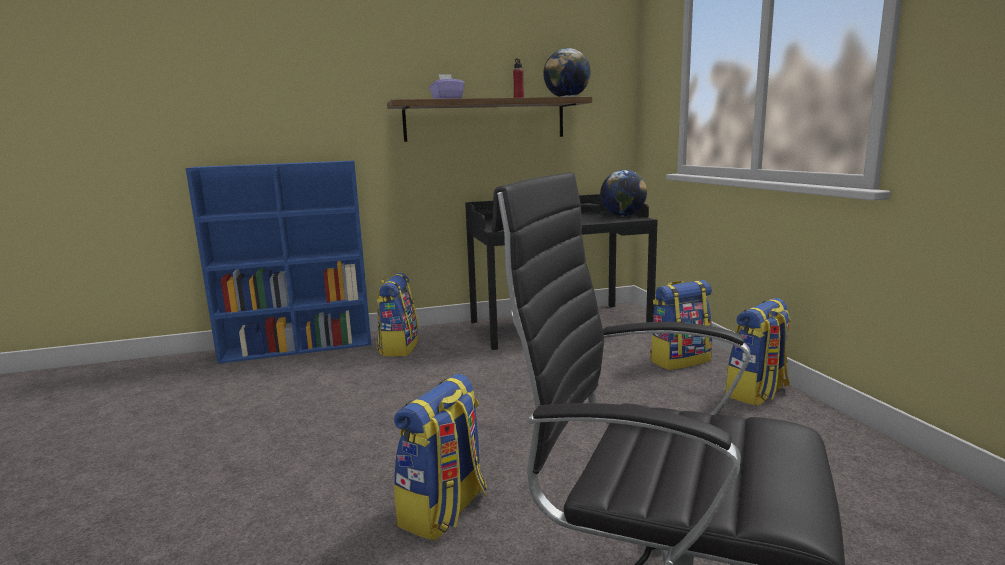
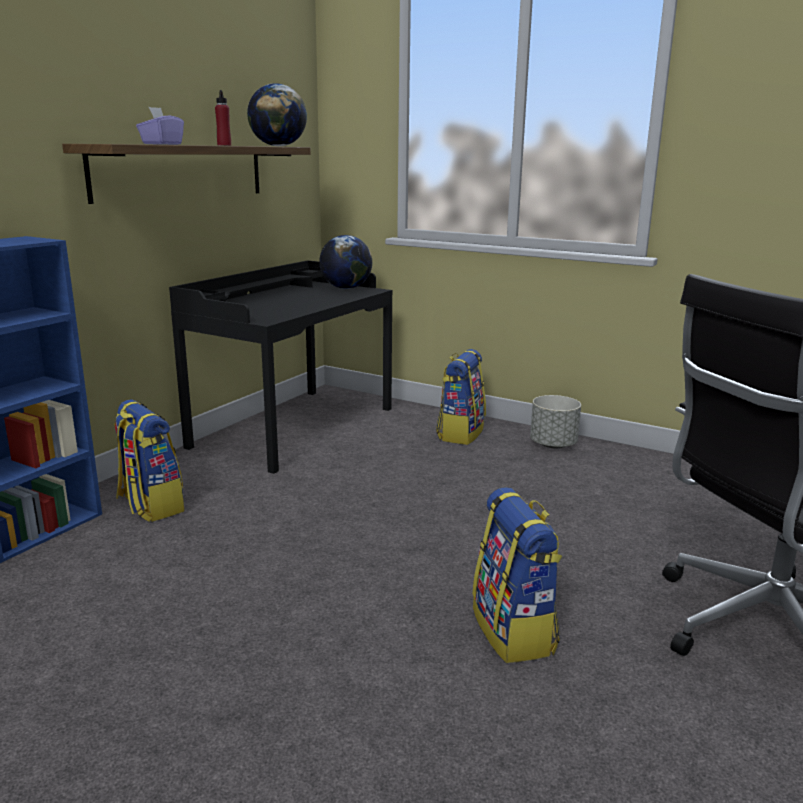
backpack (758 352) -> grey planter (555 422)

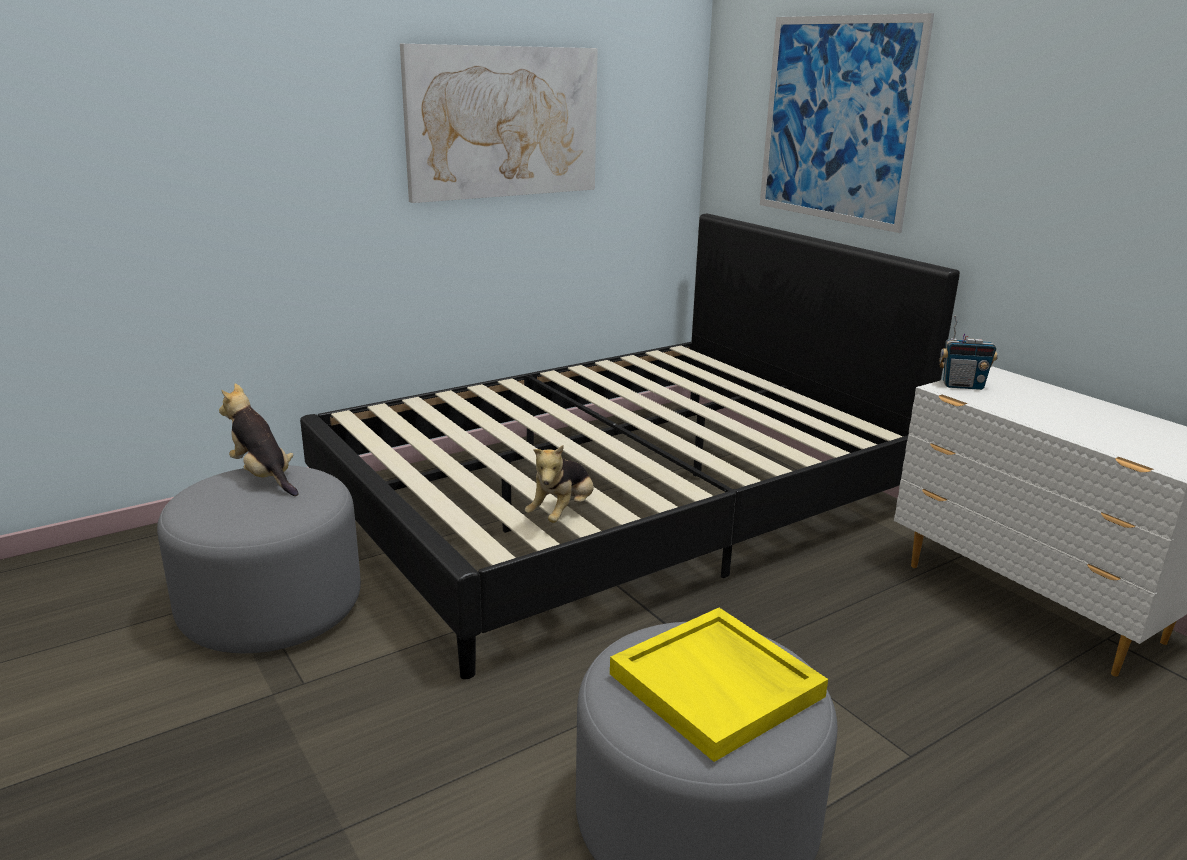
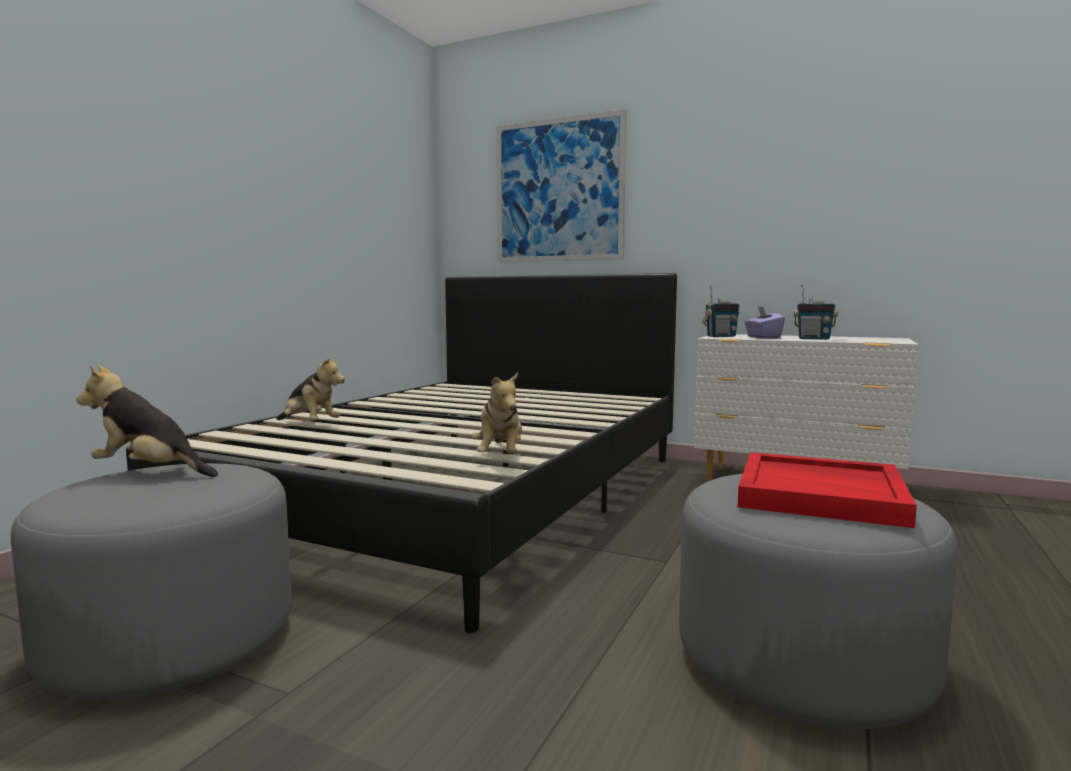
picture (499 123) -> none
yellow tray (719 685) -> red tray (827 490)
none -> plush toy (310 388)
none -> purple tissue box (765 323)
none -> radio (816 312)

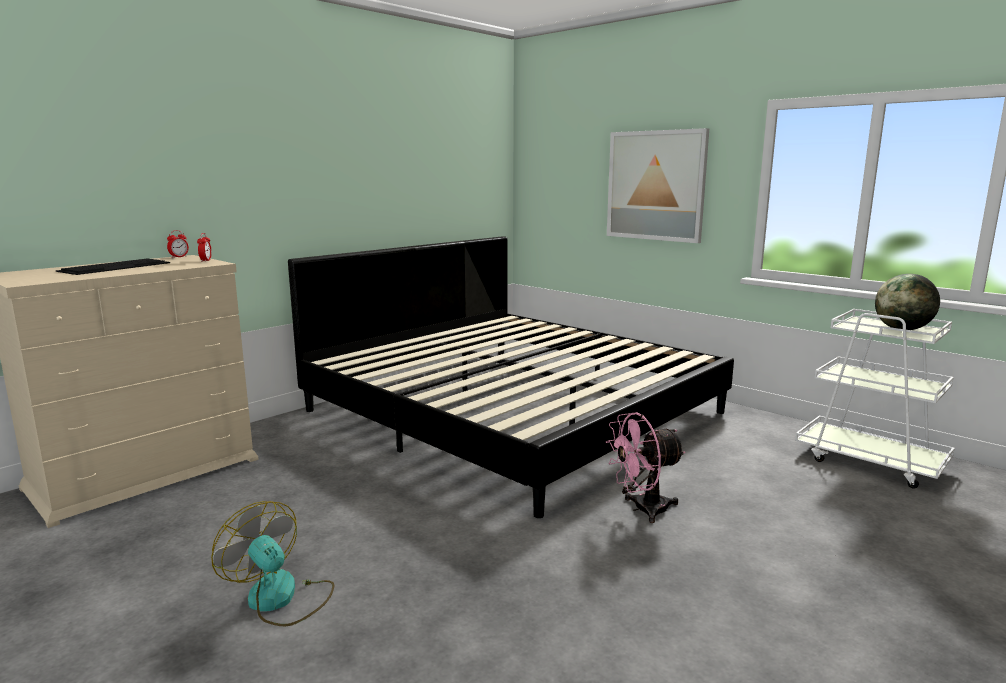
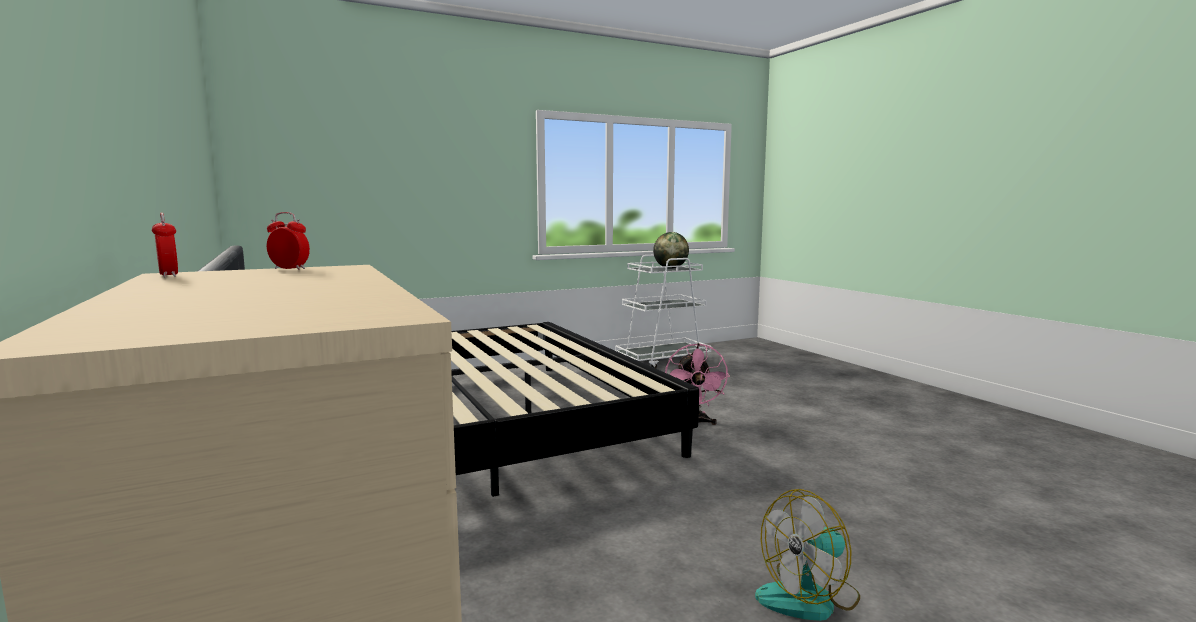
keyboard (113 267) -> none
picture (658 185) -> none

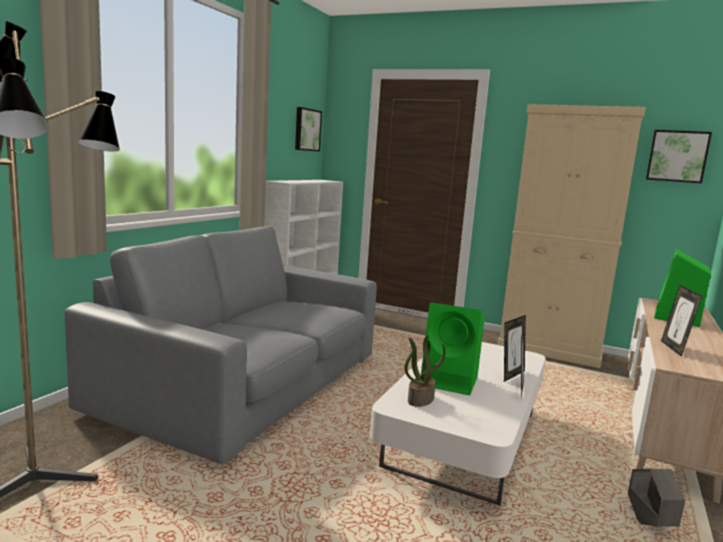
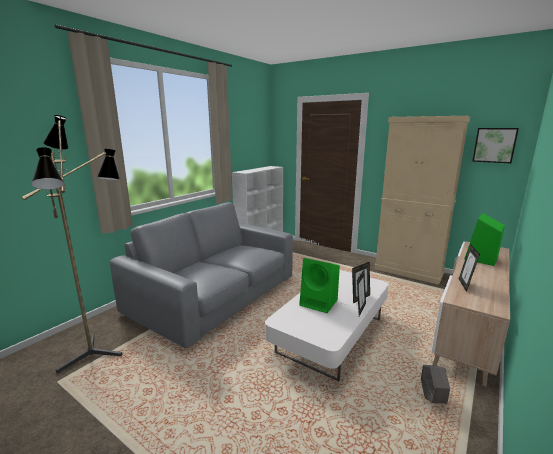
picture (308 129) -> none
potted plant (424 371) -> none

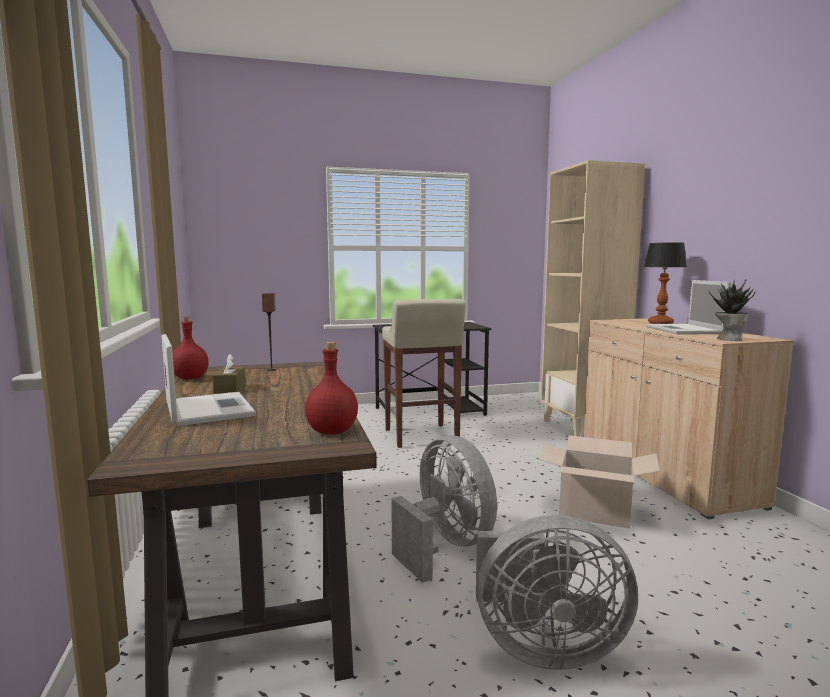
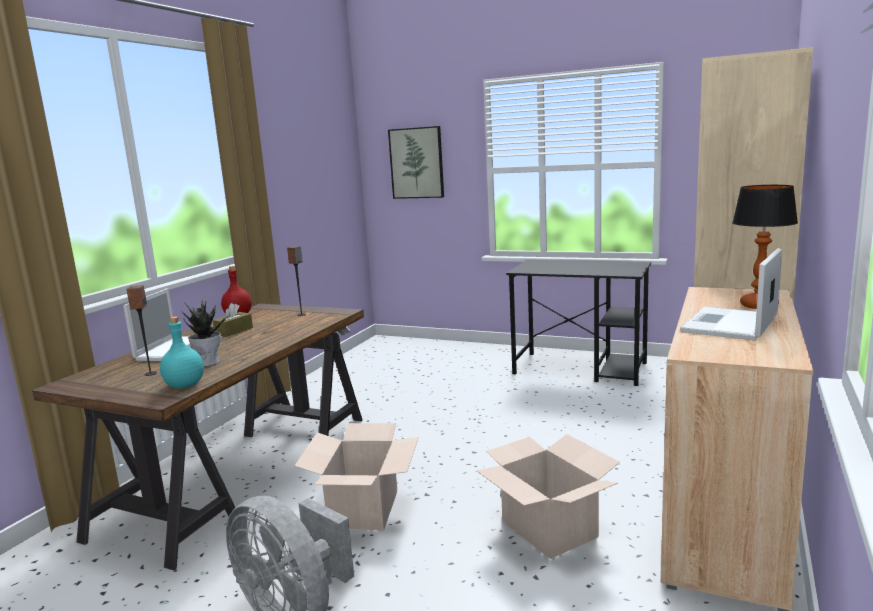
red bottle (331 388) -> turquoise bottle (182 352)
beige stool (424 373) -> none
grey fan (444 509) -> cardboard box (357 476)
potted plant (732 310) -> potted plant (205 333), relocated
none -> speaker (141 330)
none -> picture (416 162)

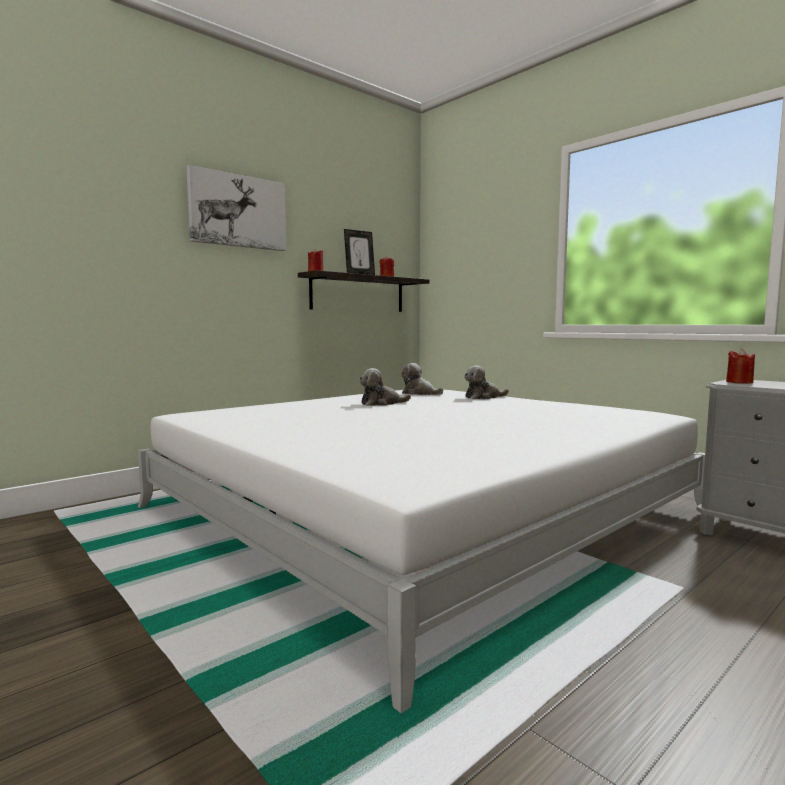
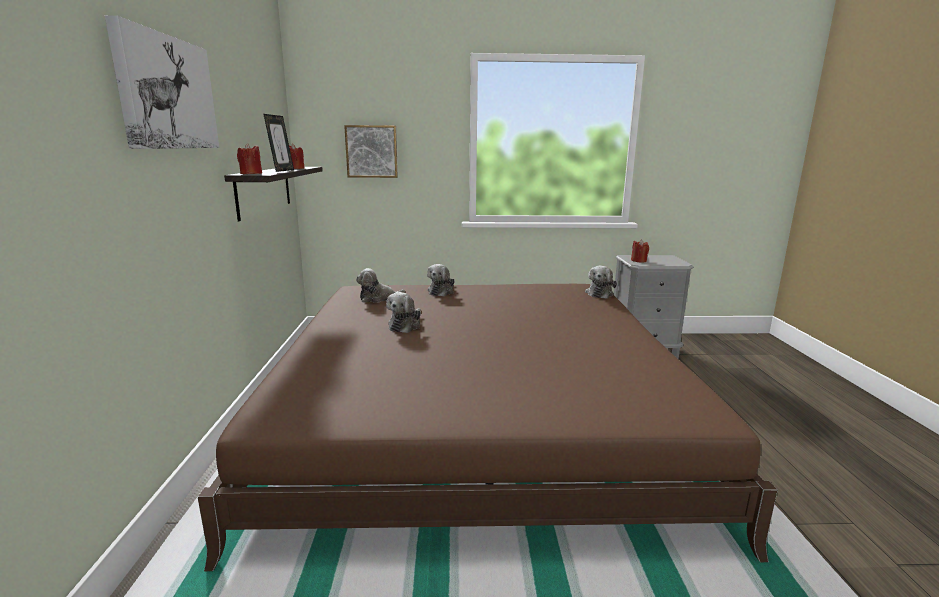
white bed (421 551) -> brown bed (488 427)
none -> picture (371 151)
none -> plush toy (601 282)

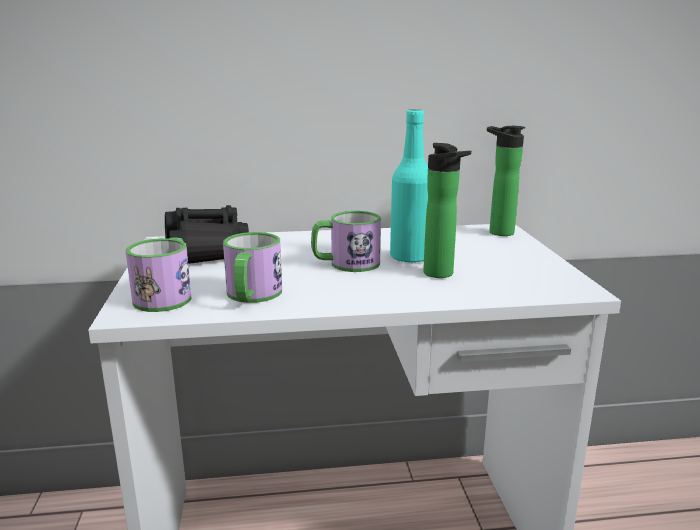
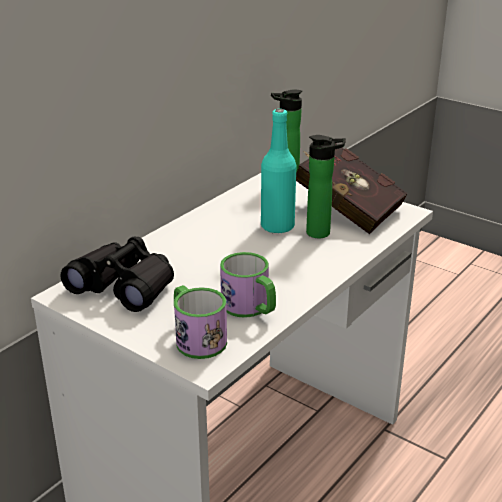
mug (346 241) -> none
none -> red book (352 188)

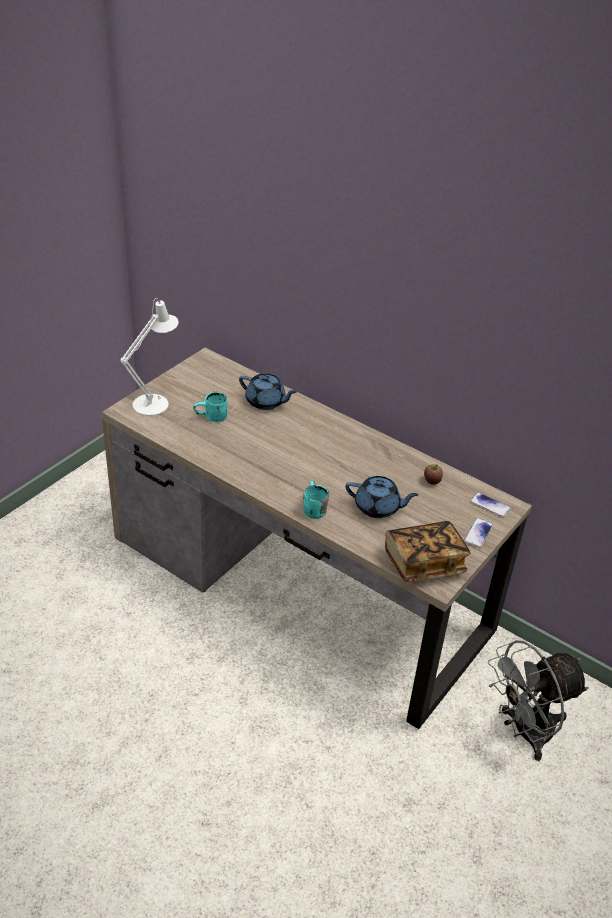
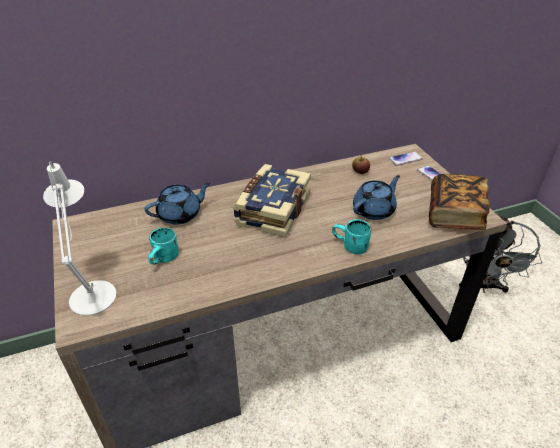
none -> book (272 200)

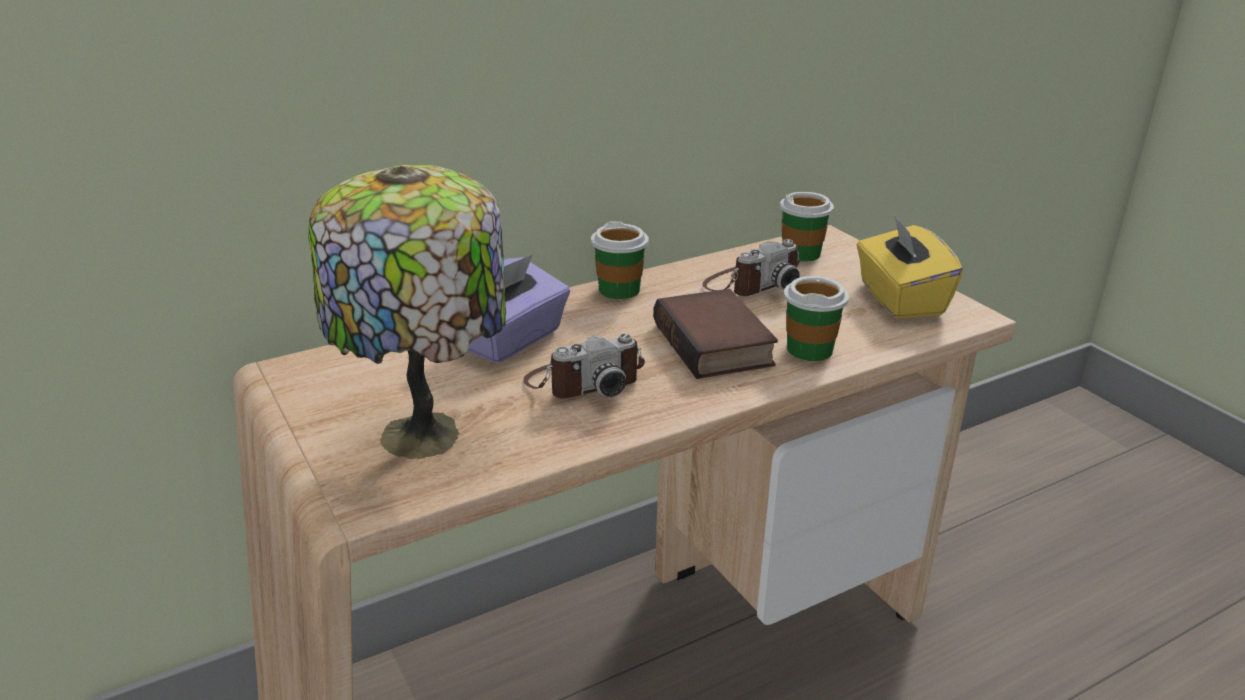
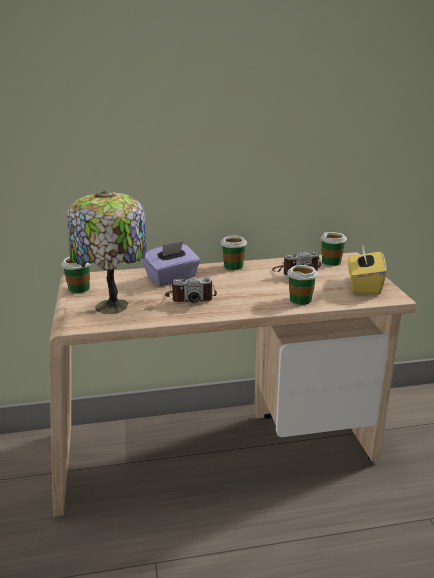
book (715 334) -> none
none -> cup (75 275)

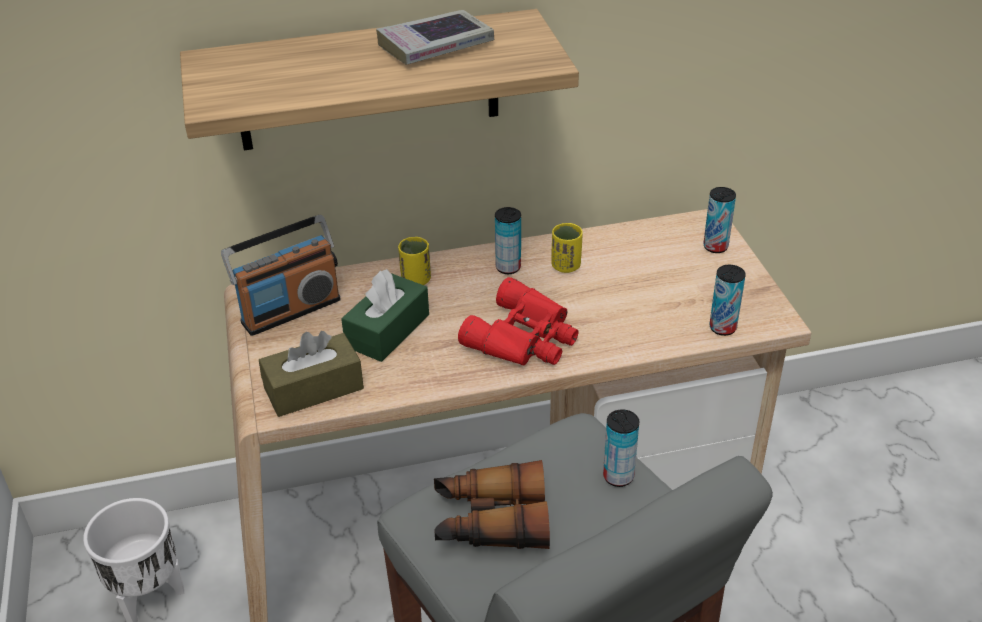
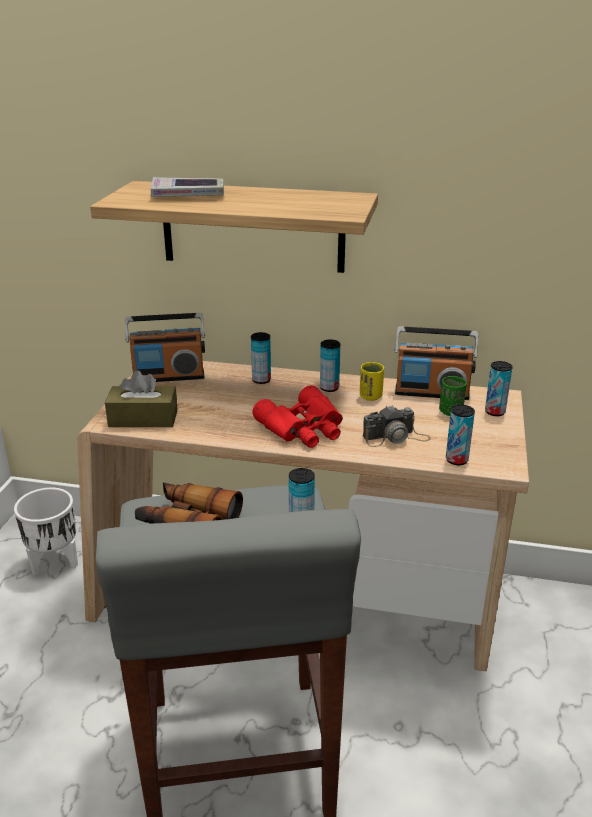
green tissue box (385 315) -> none
book (435 37) -> book (187 187), relocated
yellow cup (414 261) -> can (261 358)
none -> photo camera (397 426)
none -> radio (436 363)
none -> green cup (453 396)

